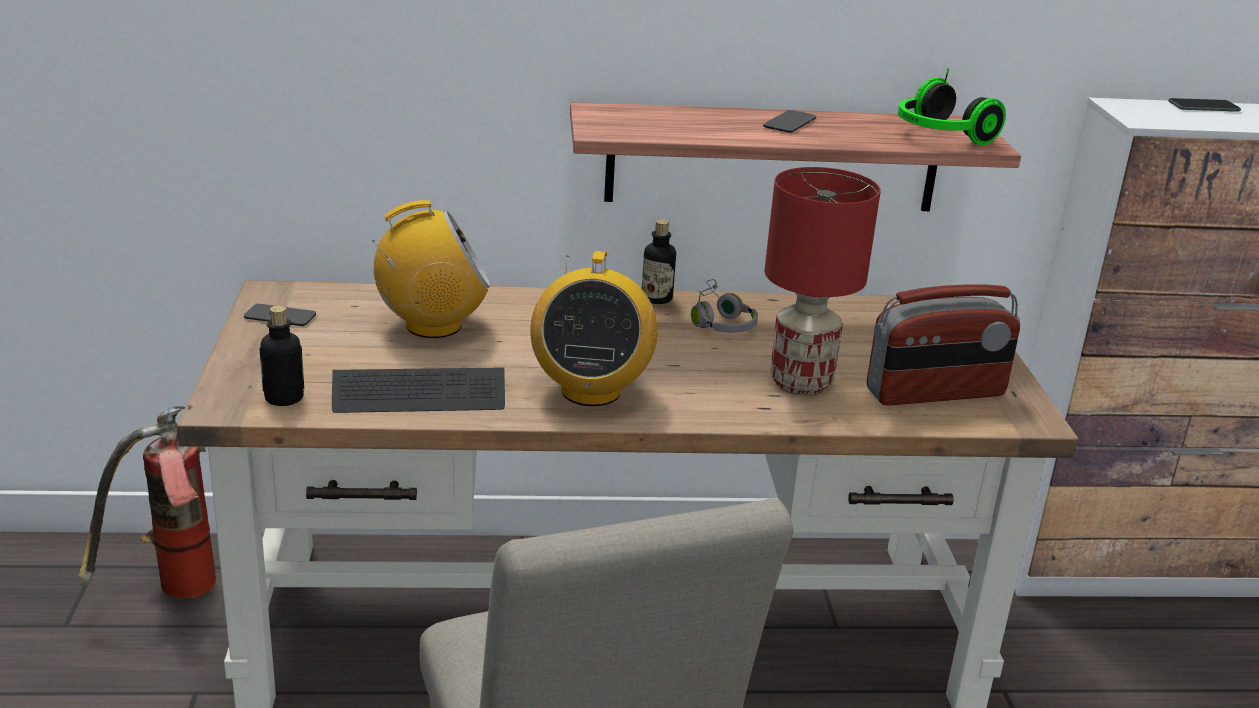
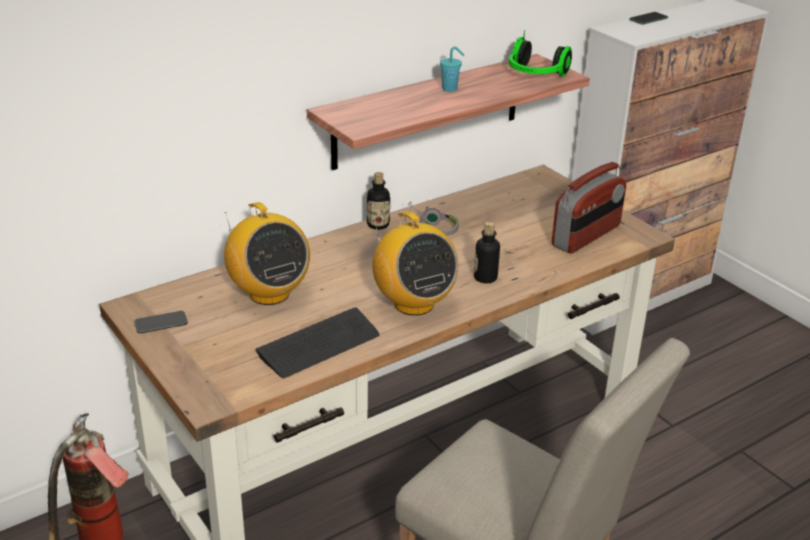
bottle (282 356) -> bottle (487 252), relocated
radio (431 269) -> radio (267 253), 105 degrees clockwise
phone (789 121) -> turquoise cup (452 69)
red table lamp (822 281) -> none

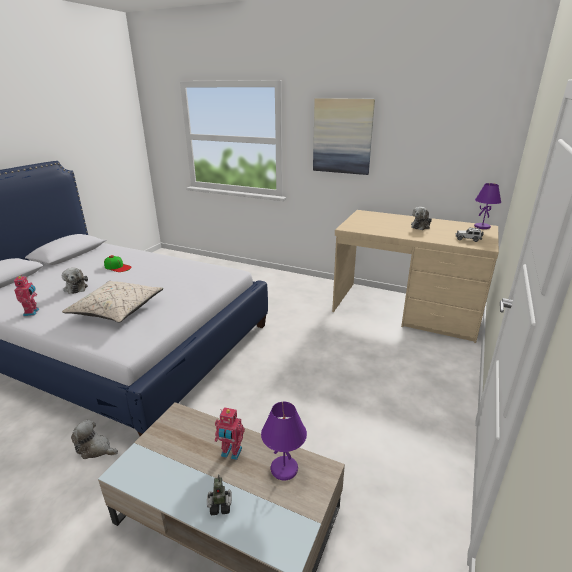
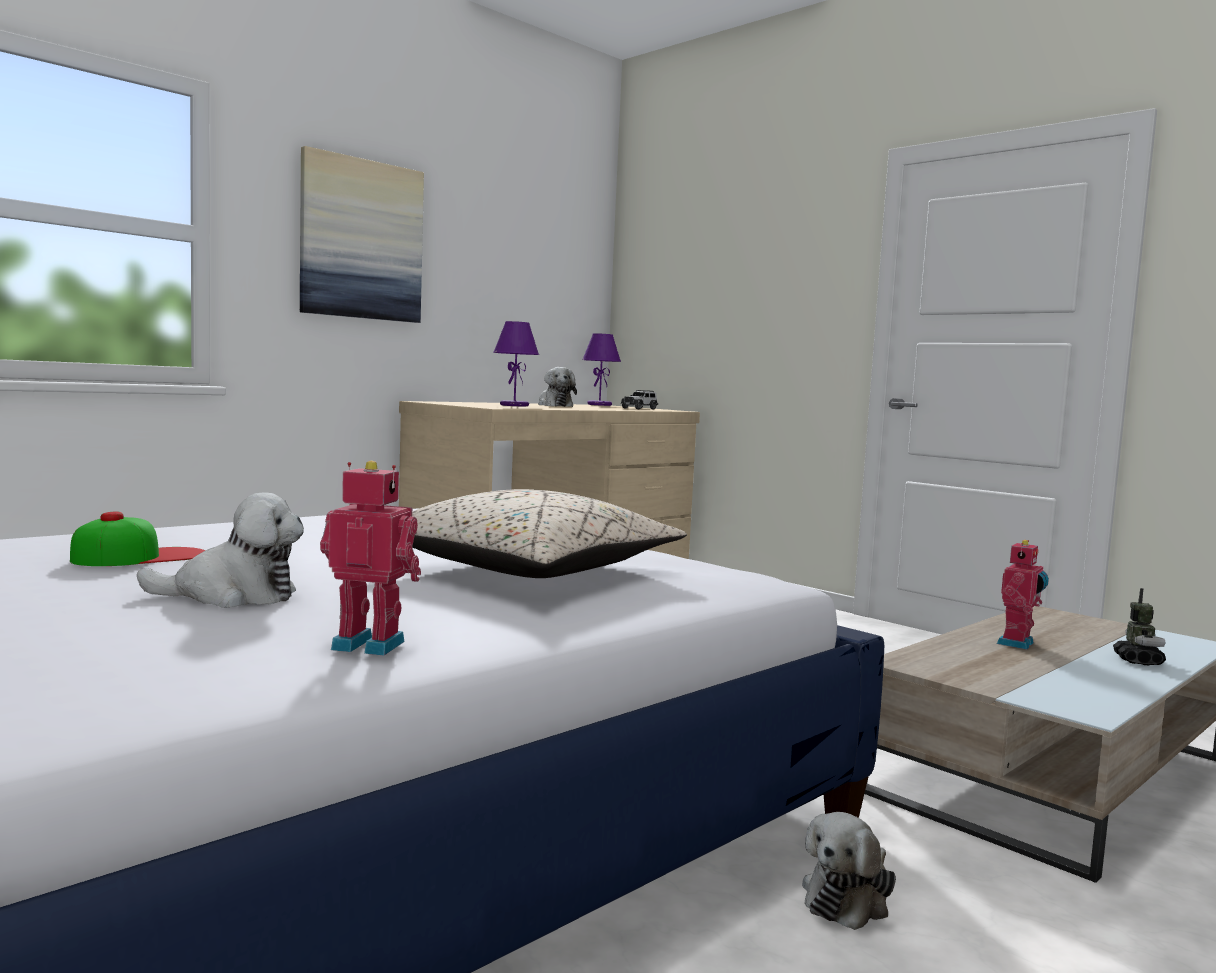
purple table lamp (284 441) -> purple table lamp (516 364), relocated

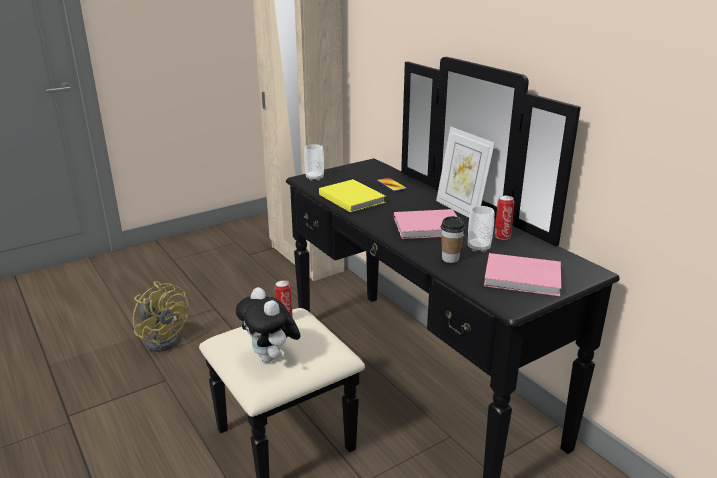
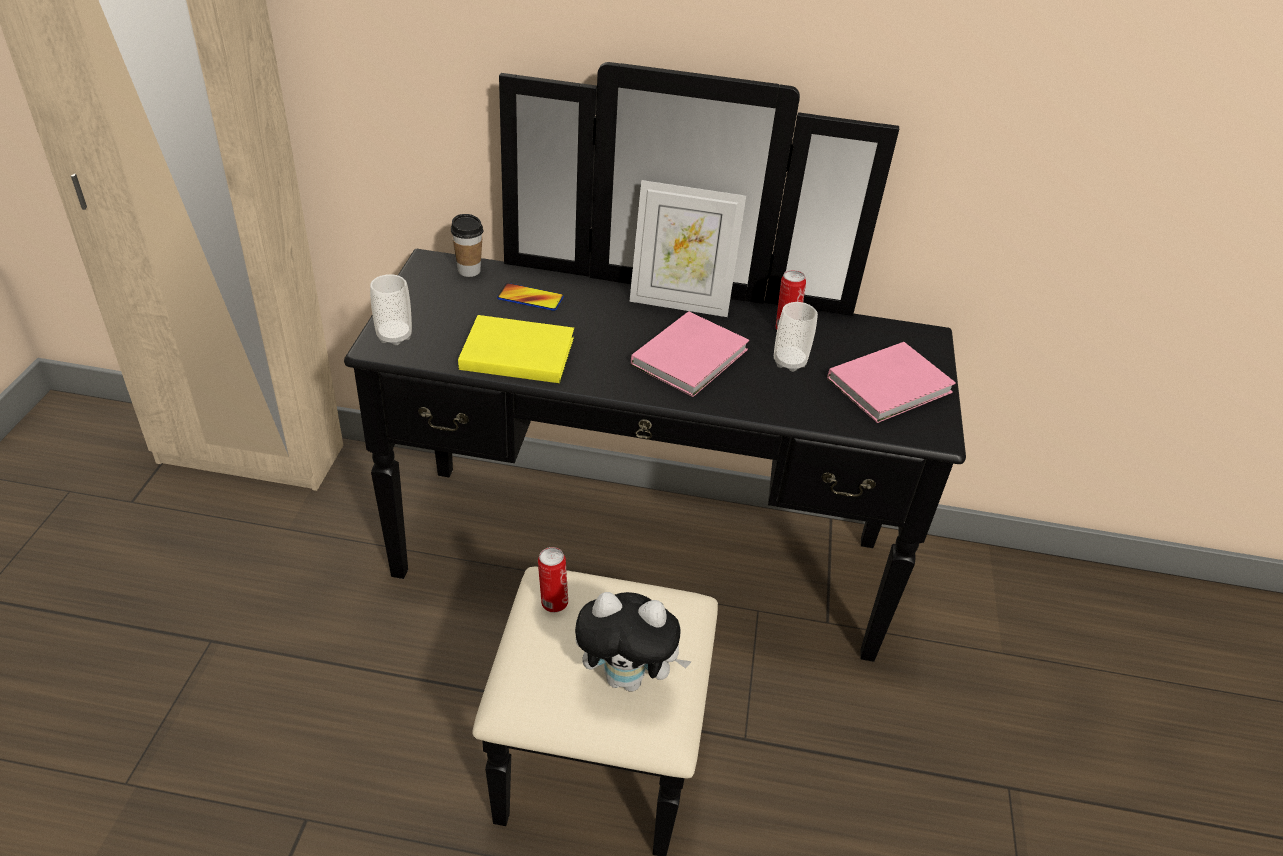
yellow fan (161 316) -> none
cup (453 239) -> cup (467 245), relocated

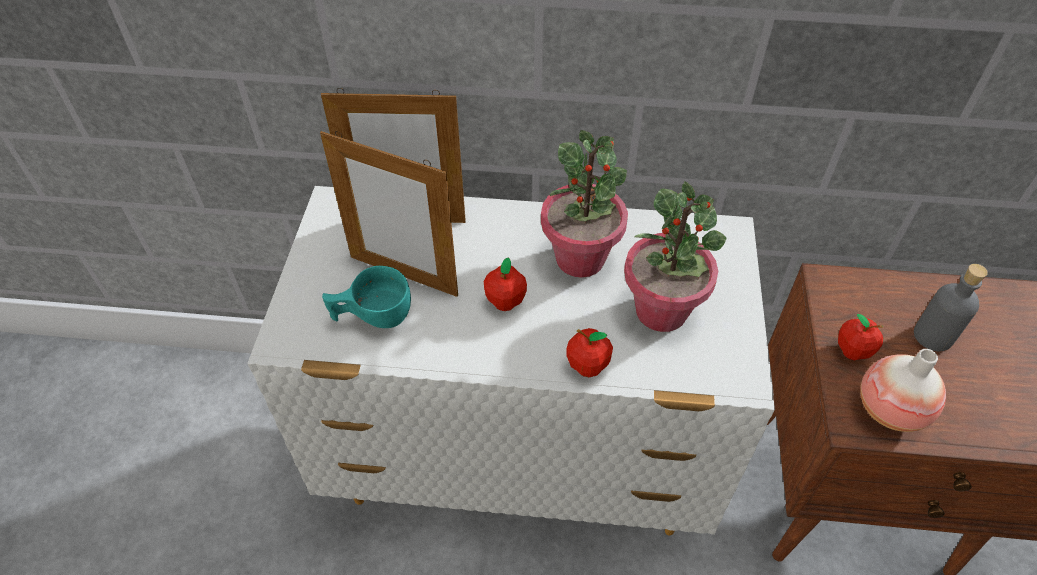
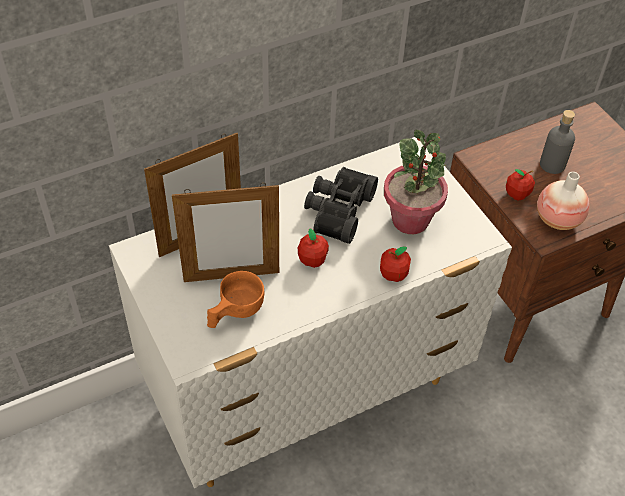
turquoise cup (366 297) -> orange cup (235 299)
potted plant (584 204) -> black binoculars (341 205)

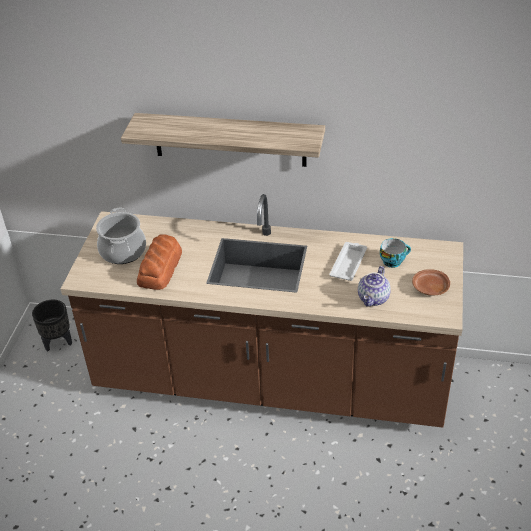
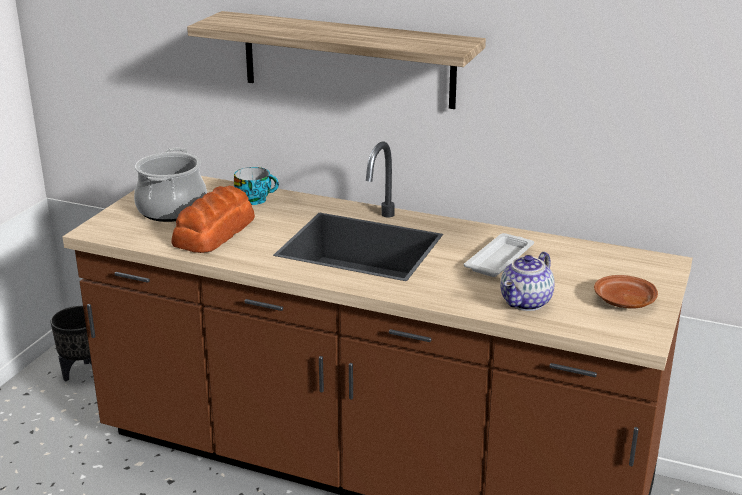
cup (395 253) -> cup (256 186), relocated

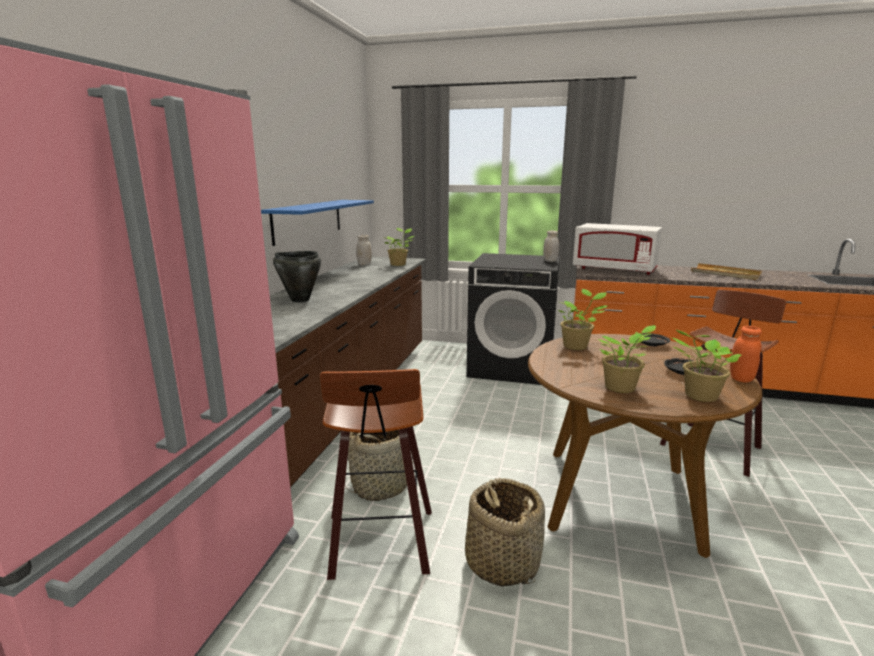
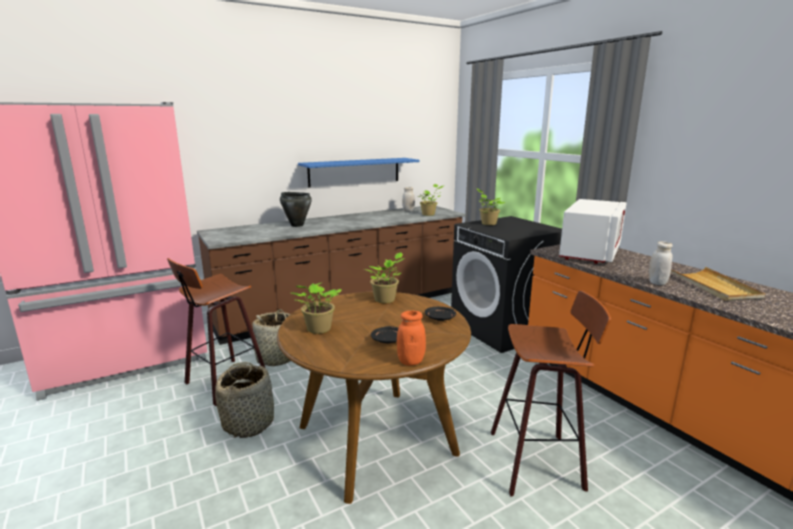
white jar (551 246) -> white jar (661 263), relocated
white microwave (617 249) -> white microwave (593 231), 135 degrees counterclockwise
potted plant (706 366) -> potted plant (490 206), relocated

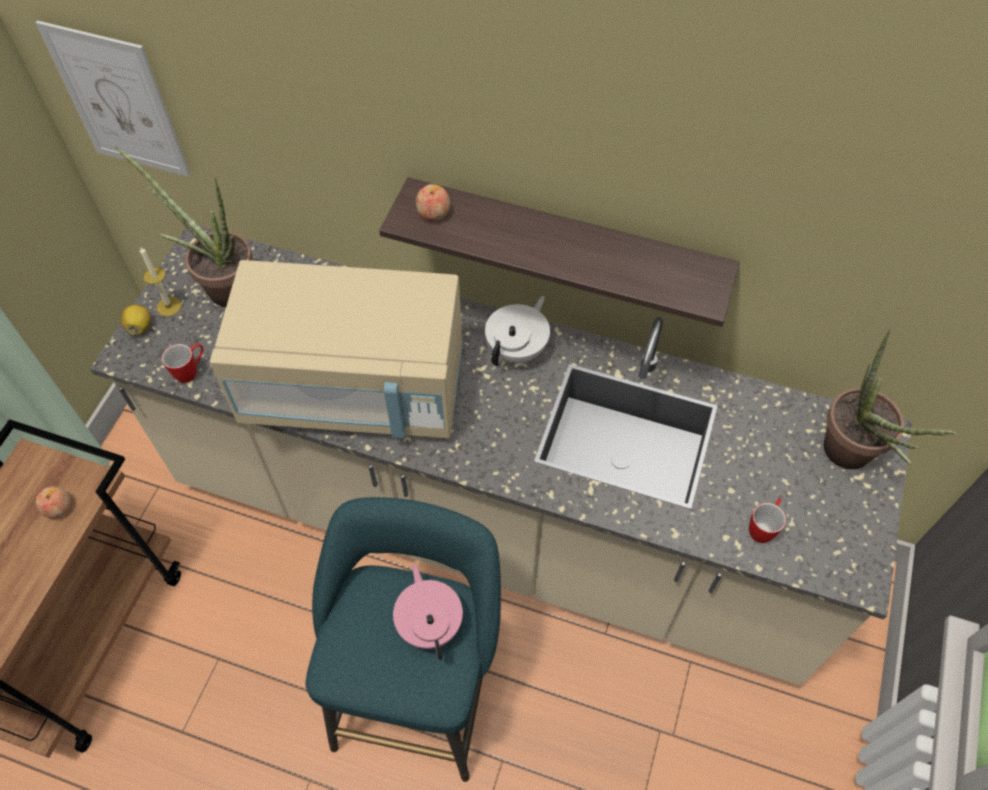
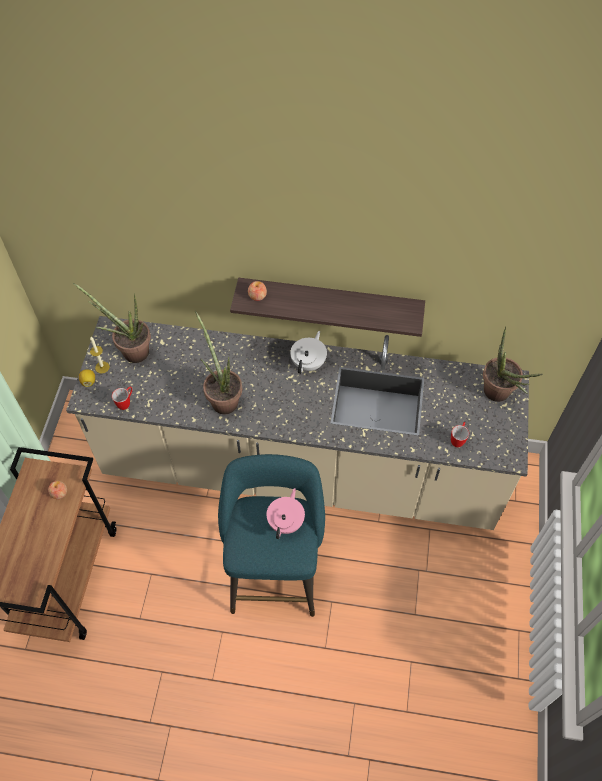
picture (113 98) -> none
beige microwave (336 349) -> potted plant (218 362)
pink teapot (428 612) -> pink teapot (286 513), 45 degrees clockwise

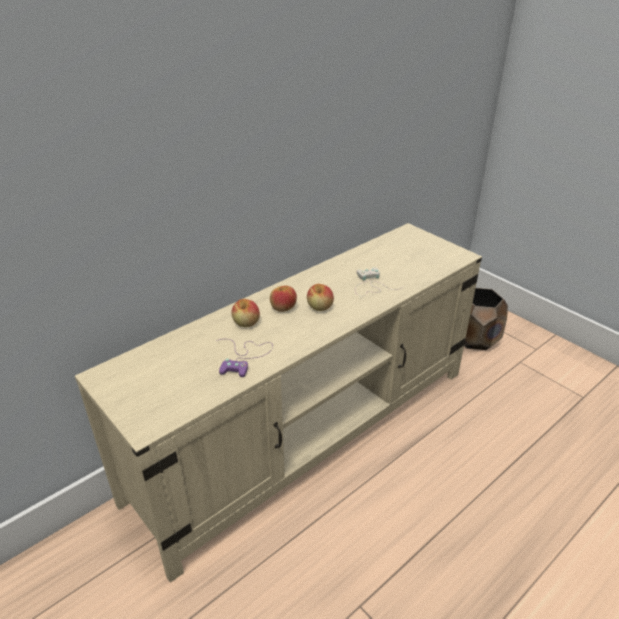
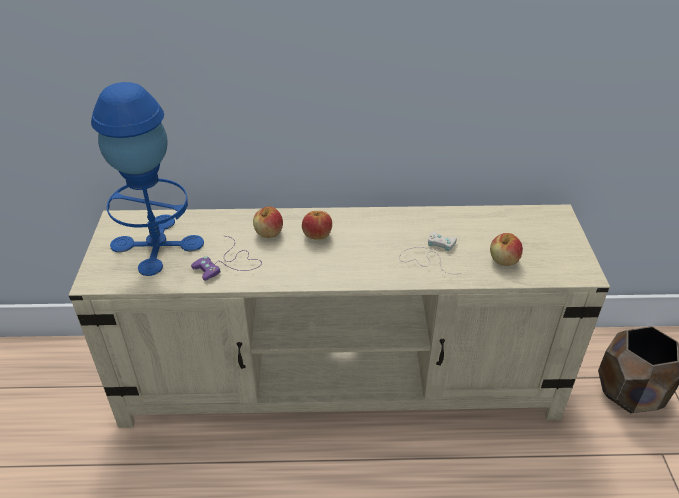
apple (320 297) -> apple (506 249), relocated
none -> blue table lamp (147 179)

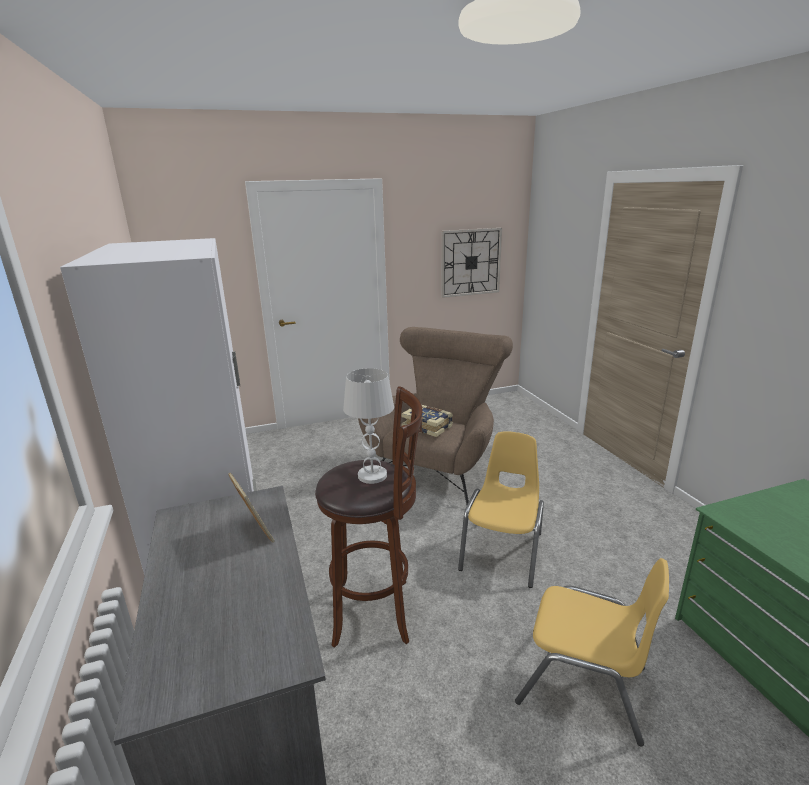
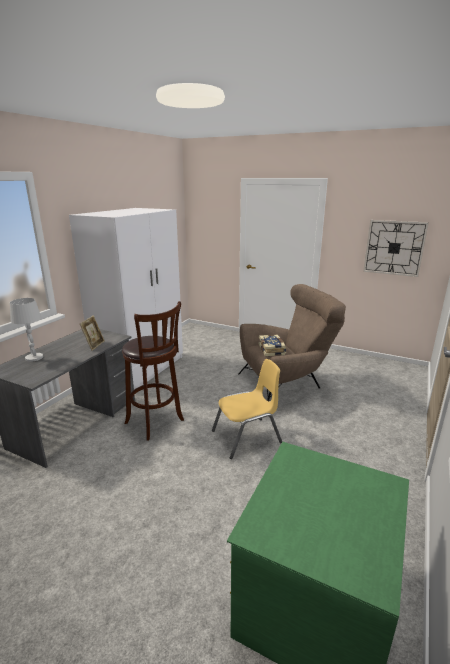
white table lamp (368 426) -> white table lamp (26 330), relocated
yellow chair (592 652) -> none

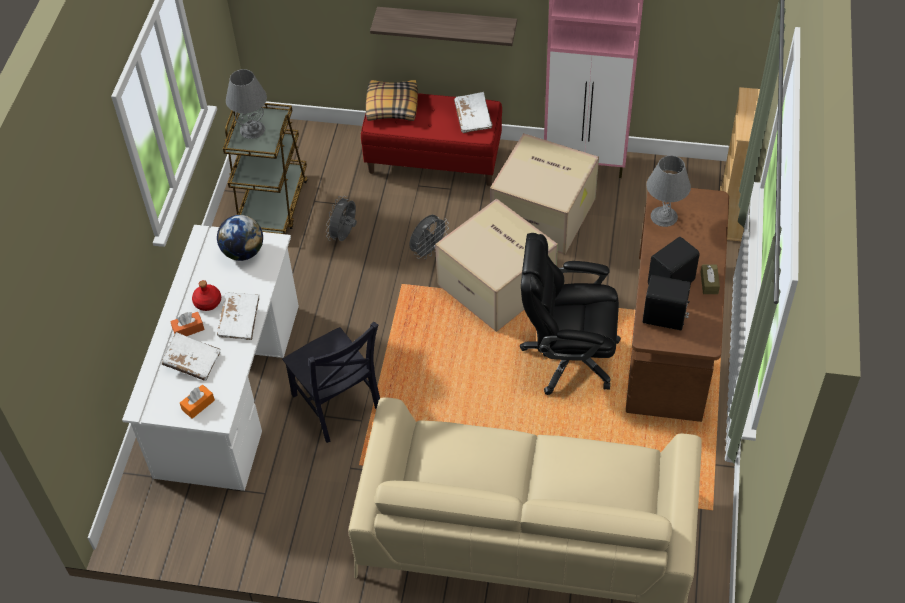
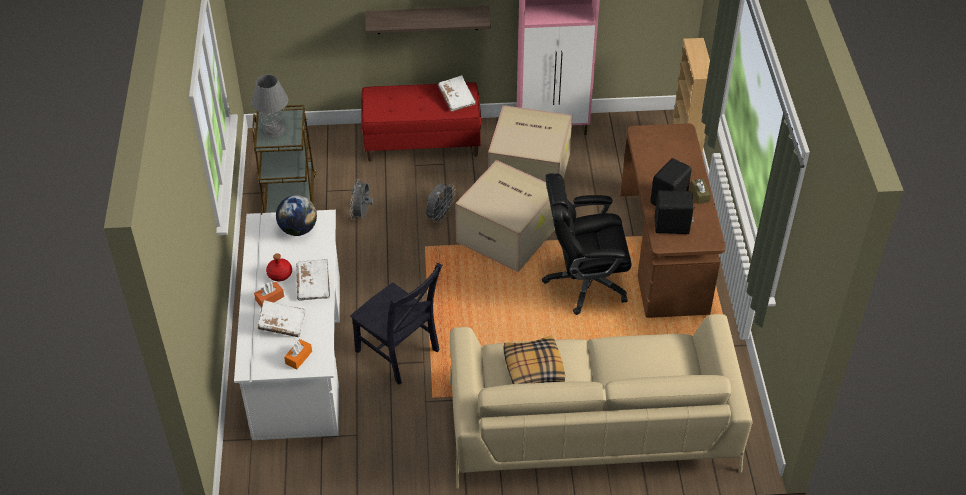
pillow (392 100) -> pillow (534 359), relocated
grey table lamp (668 191) -> none

